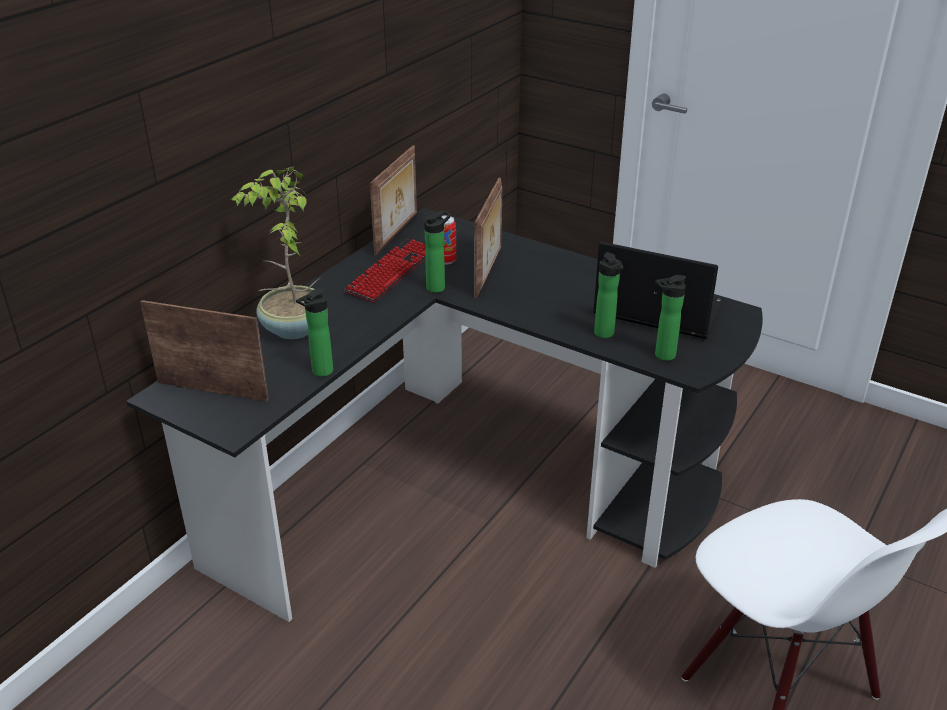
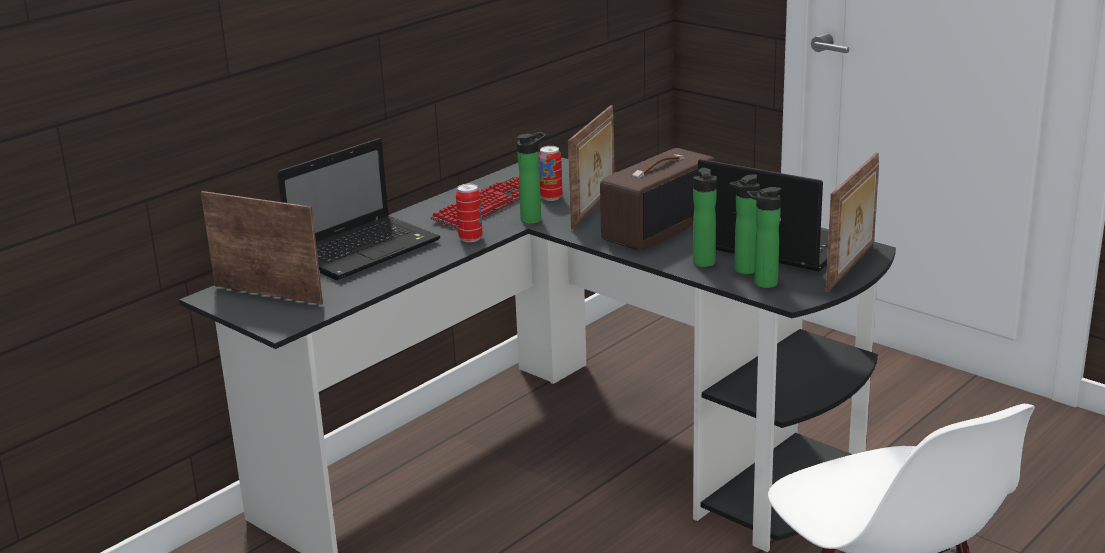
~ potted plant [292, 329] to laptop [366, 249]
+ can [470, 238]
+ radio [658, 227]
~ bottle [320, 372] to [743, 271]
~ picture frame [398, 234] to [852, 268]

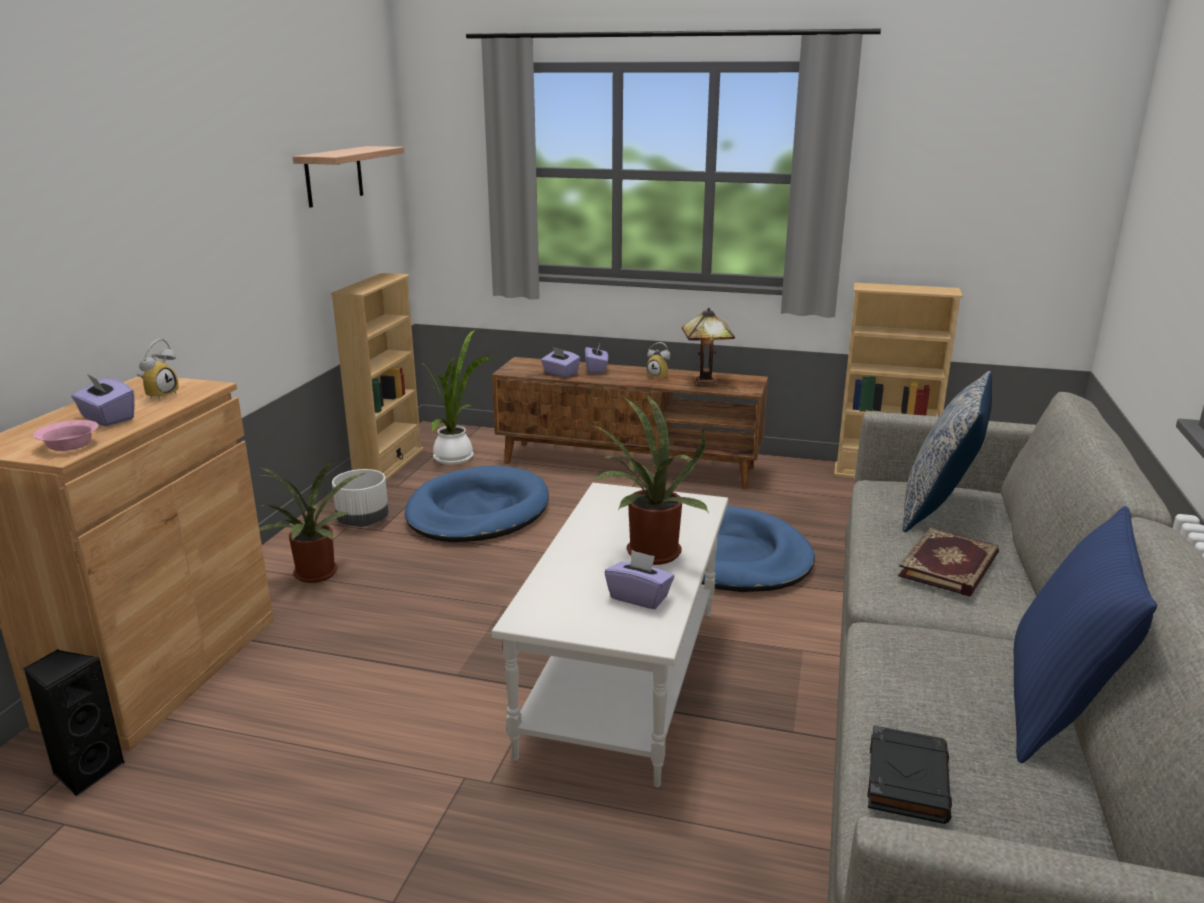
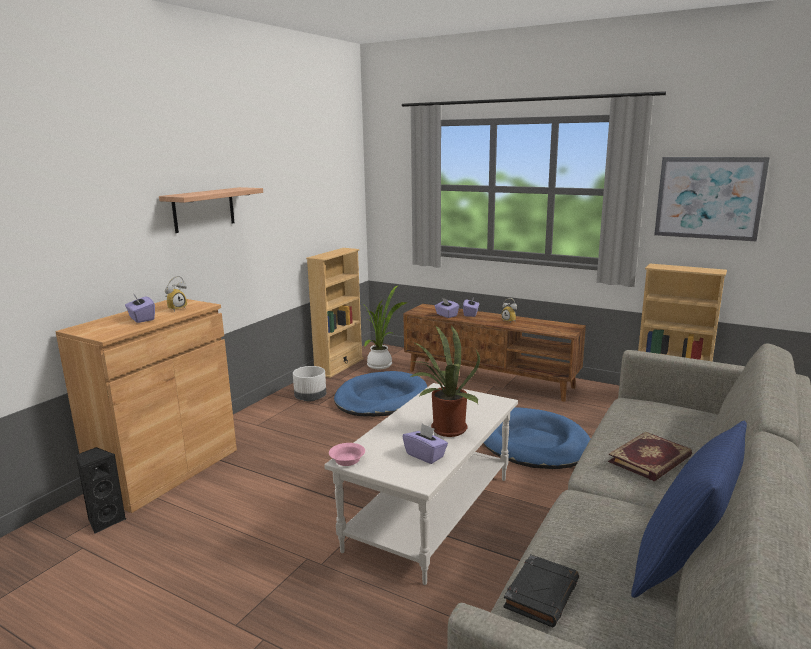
~ shelf [334, 176] to [204, 209]
~ bowl/pink [68, 445] to [346, 460]
+ picture [708, 198]
- potted plant [316, 576]
- table lamp [707, 383]
- pillow [939, 508]

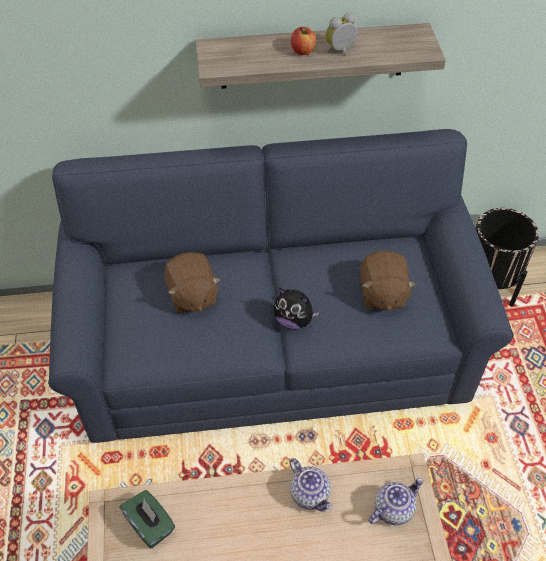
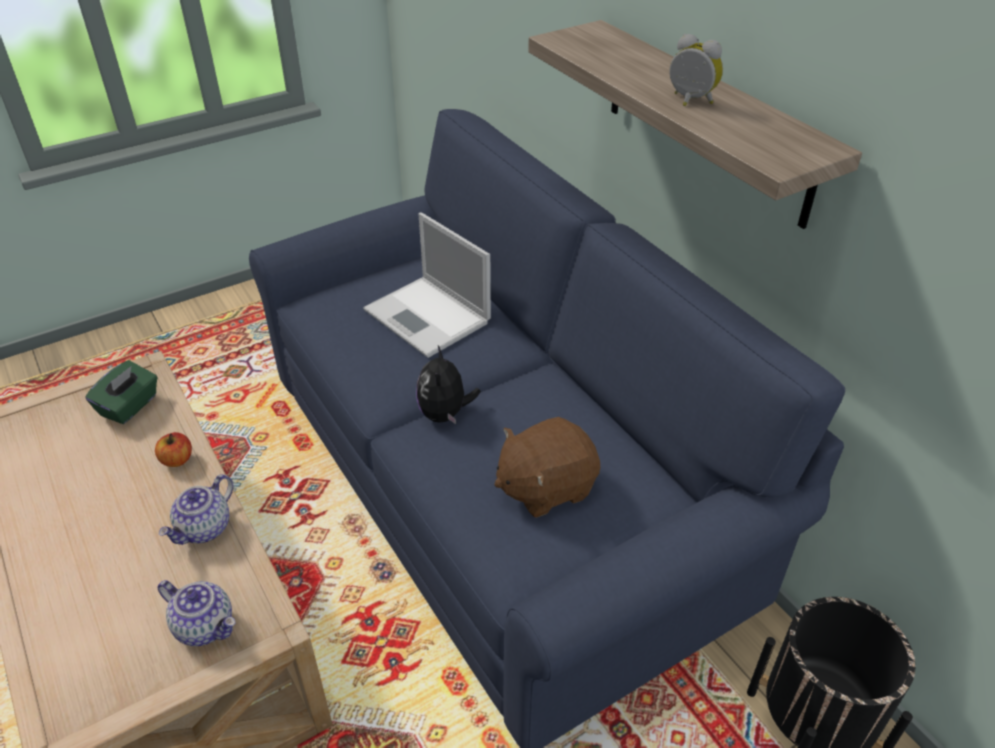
~ apple [303, 51] to [177, 460]
~ plush toy/brown [192, 296] to laptop [429, 317]

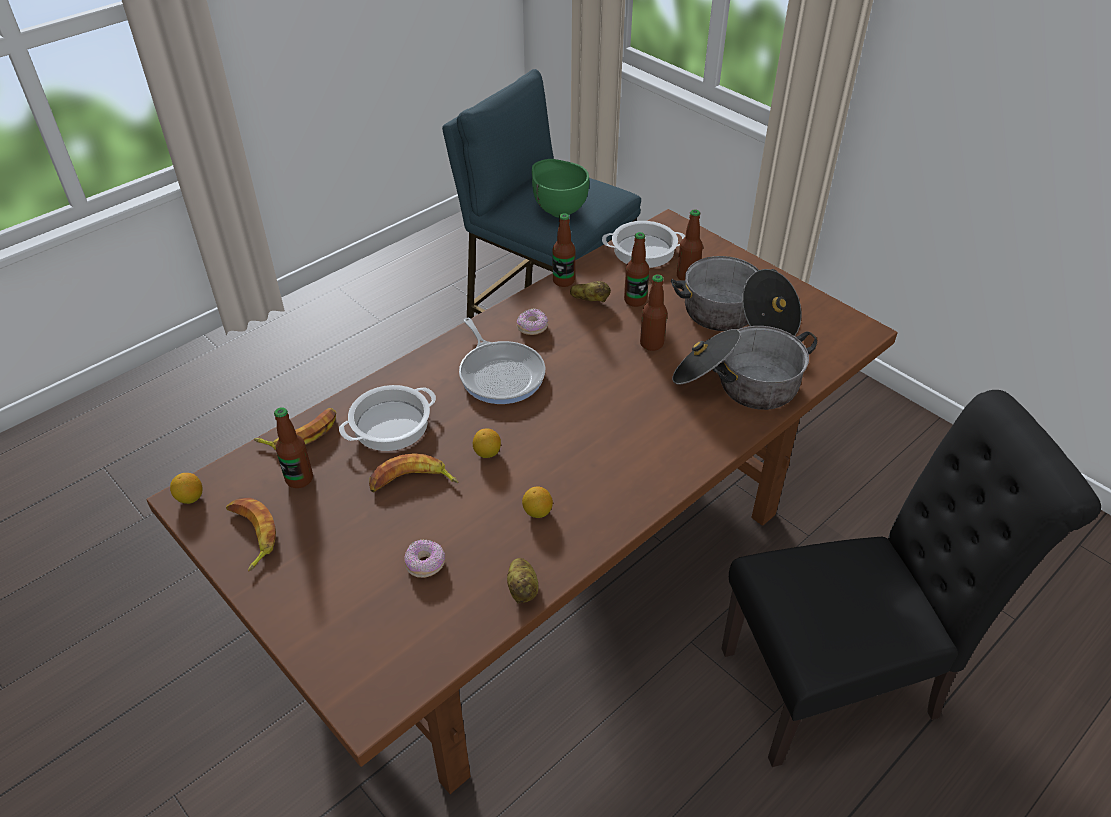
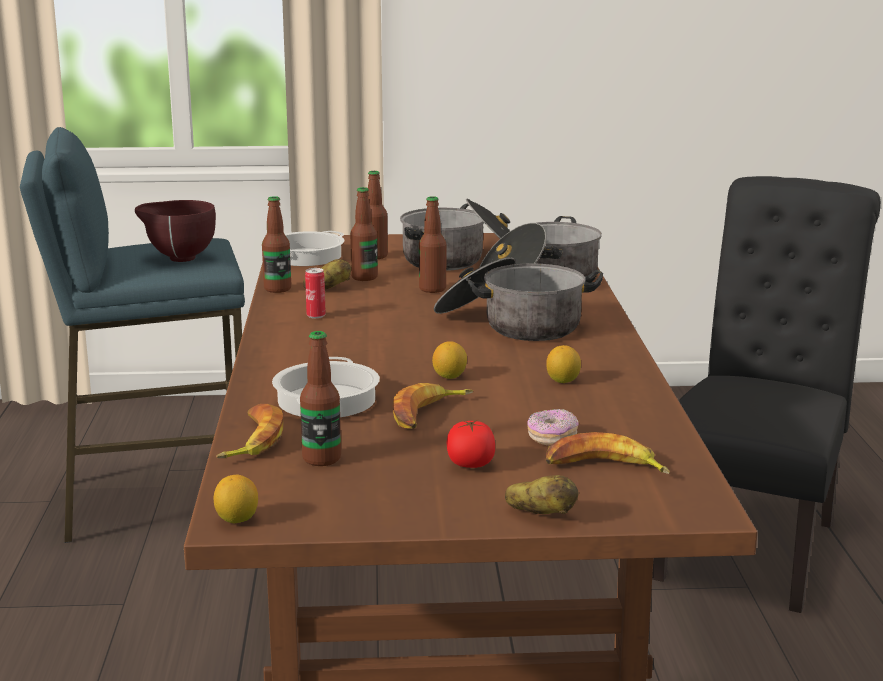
~ bowl/green [558, 211] to bowl/brown [178, 258]
~ donut [532, 328] to can [316, 316]
+ cooking pot [512, 324]
+ tomato [470, 464]
~ potato [523, 589] to [541, 514]
~ banana [251, 535] to [604, 467]
- frying pan [500, 374]

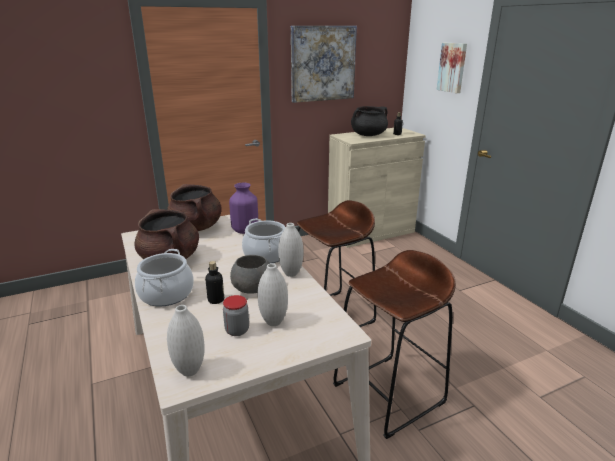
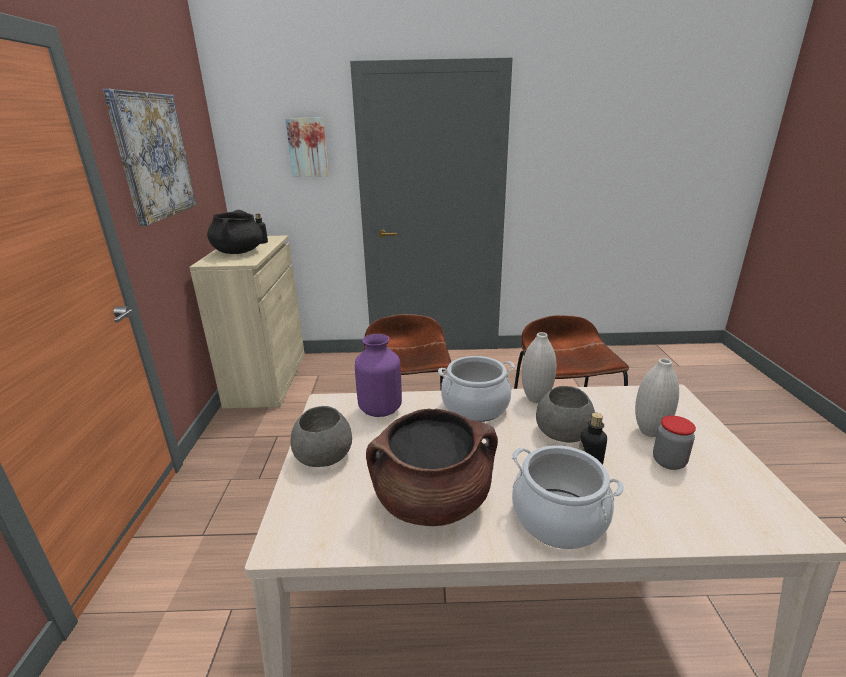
~ cooking pot/brown [196, 227] to bowl/grey [323, 455]
- vase/white [189, 370]

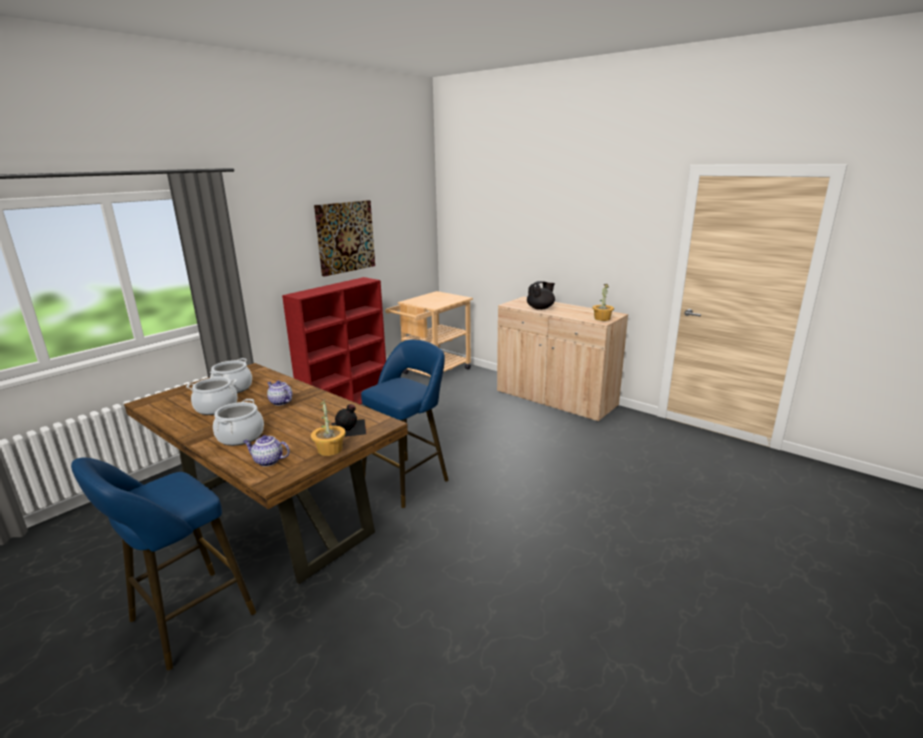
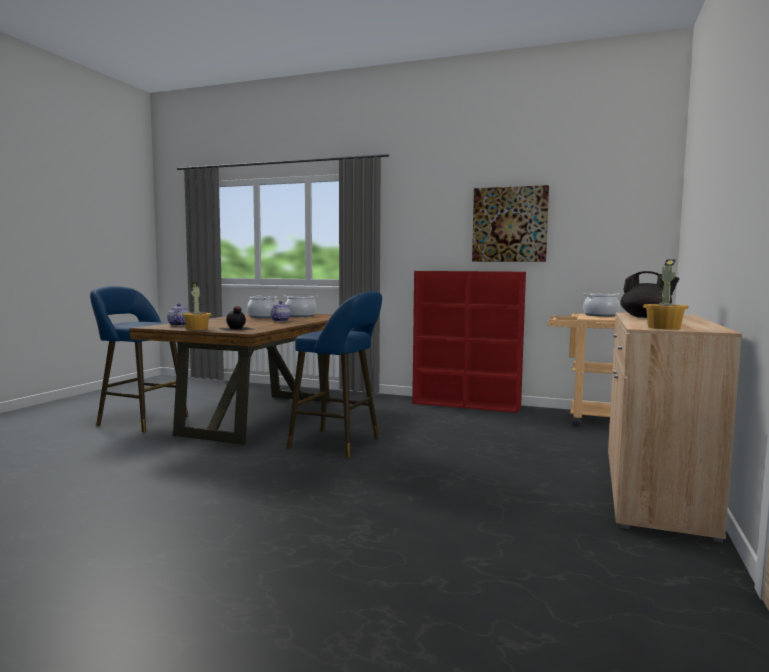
~ cooking pot [240, 436] to [600, 315]

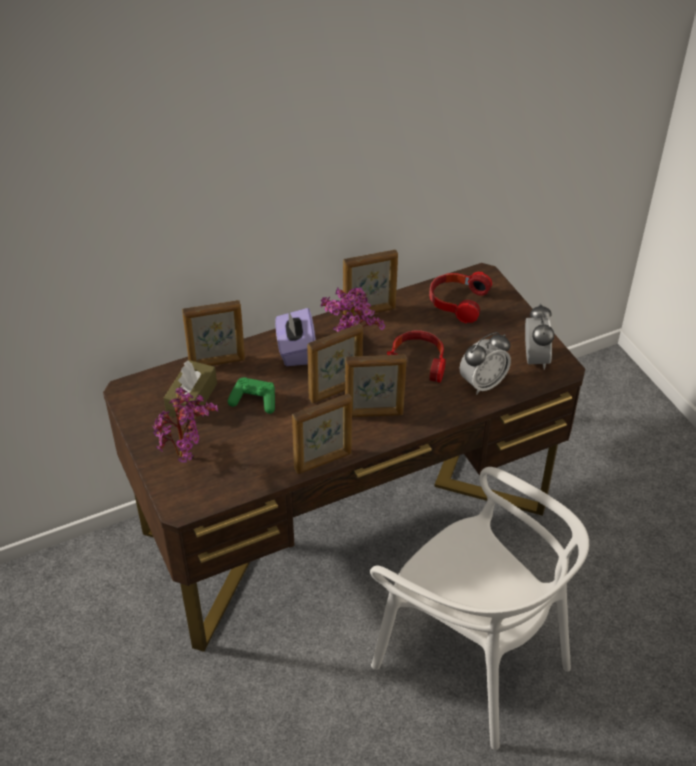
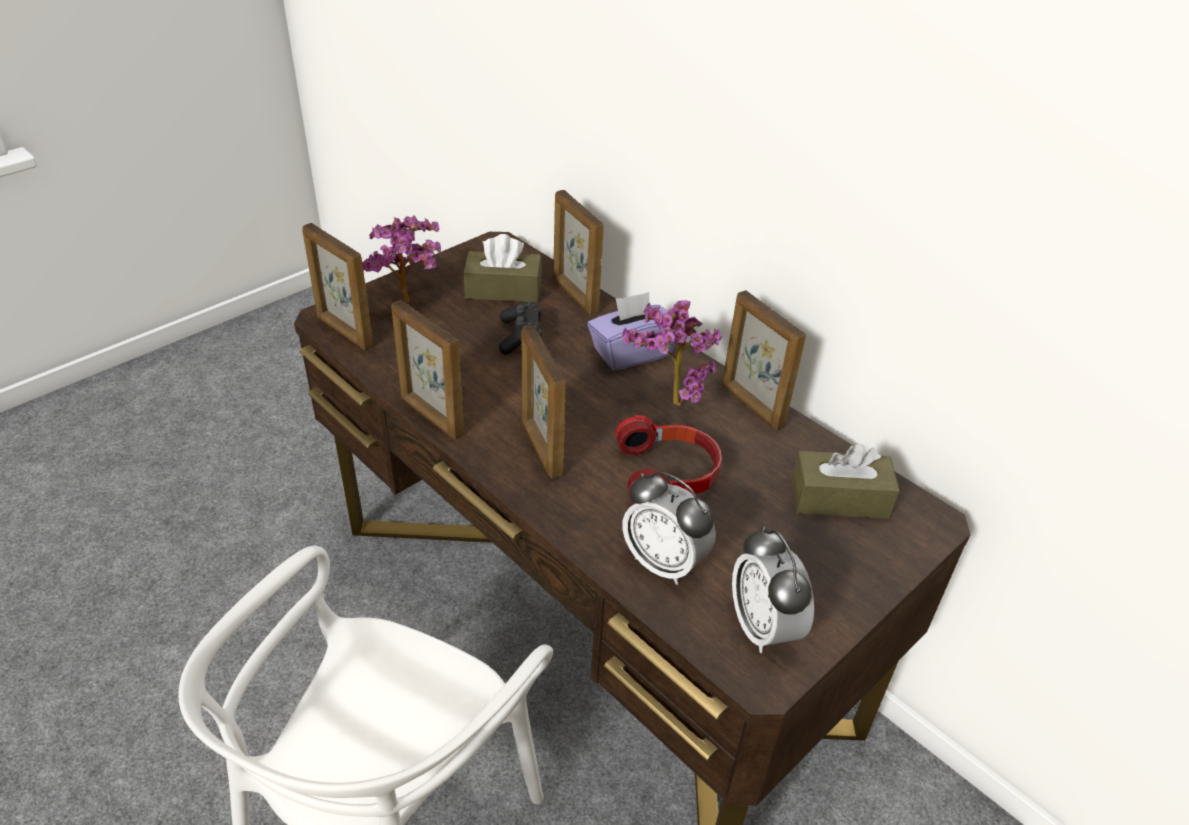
~ picture frame [336, 391] to [344, 332]
~ game controller/green [254, 401] to game controller/black [520, 337]
~ alarm clock [535, 359] = [763, 628] 90 degrees clockwise
~ headphones [457, 302] to tissue box/brown [839, 498]

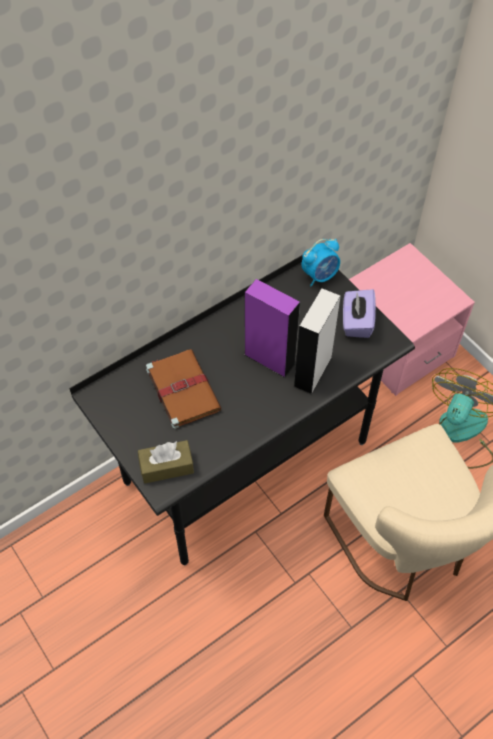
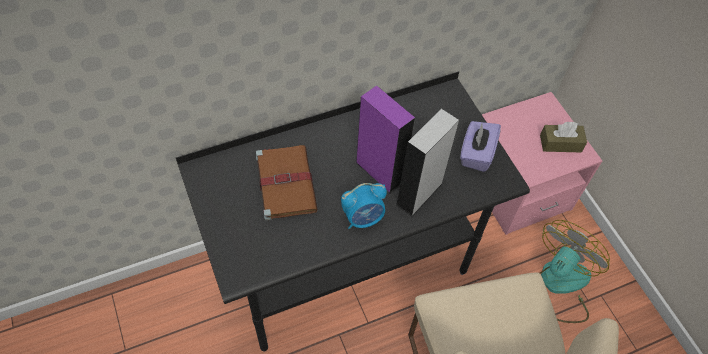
~ alarm clock [320, 276] to [363, 218]
~ tissue box/brown [166, 466] to [560, 143]

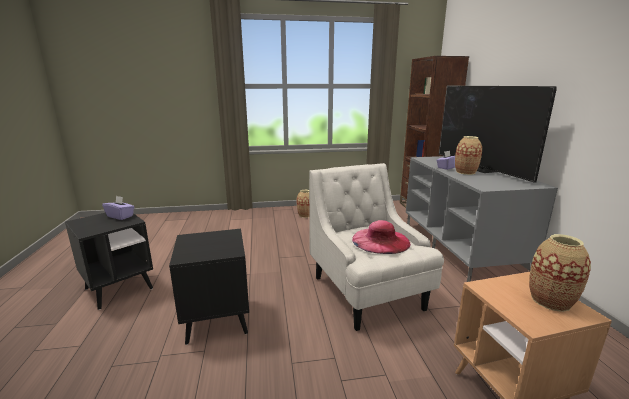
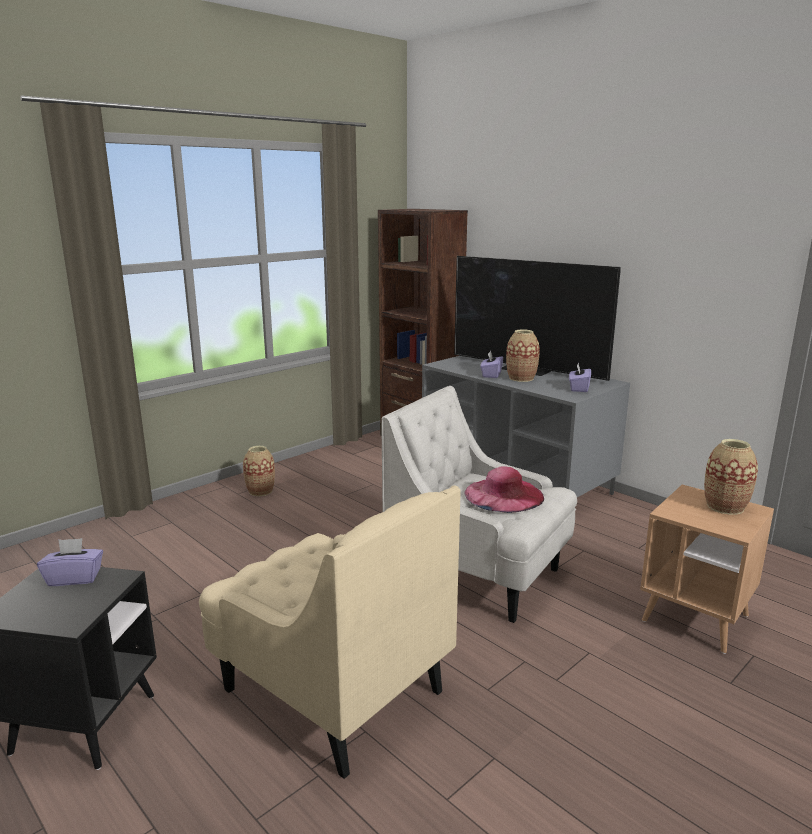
~ side table/black [217, 320] to armchair/beige [331, 689]
+ tissue box/purple [578, 388]

